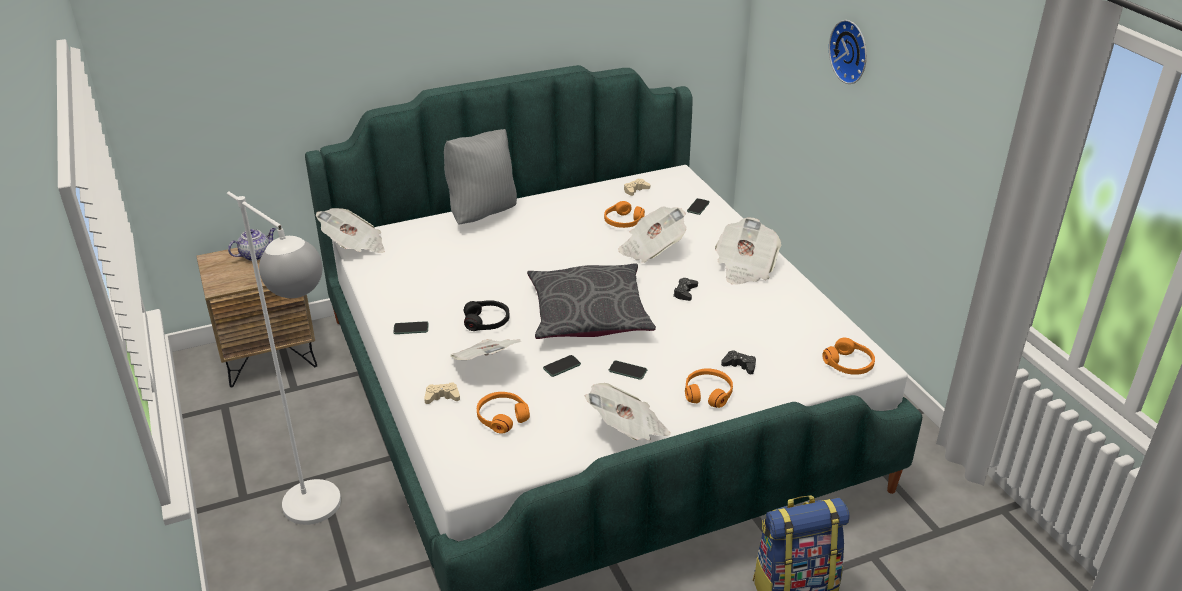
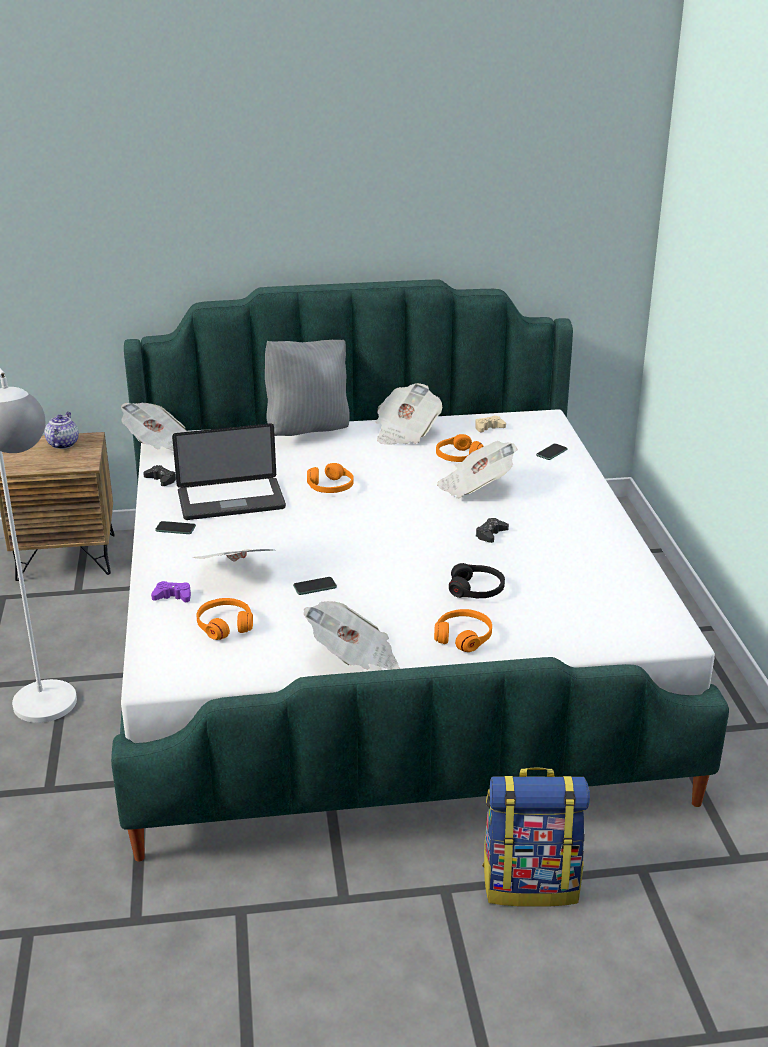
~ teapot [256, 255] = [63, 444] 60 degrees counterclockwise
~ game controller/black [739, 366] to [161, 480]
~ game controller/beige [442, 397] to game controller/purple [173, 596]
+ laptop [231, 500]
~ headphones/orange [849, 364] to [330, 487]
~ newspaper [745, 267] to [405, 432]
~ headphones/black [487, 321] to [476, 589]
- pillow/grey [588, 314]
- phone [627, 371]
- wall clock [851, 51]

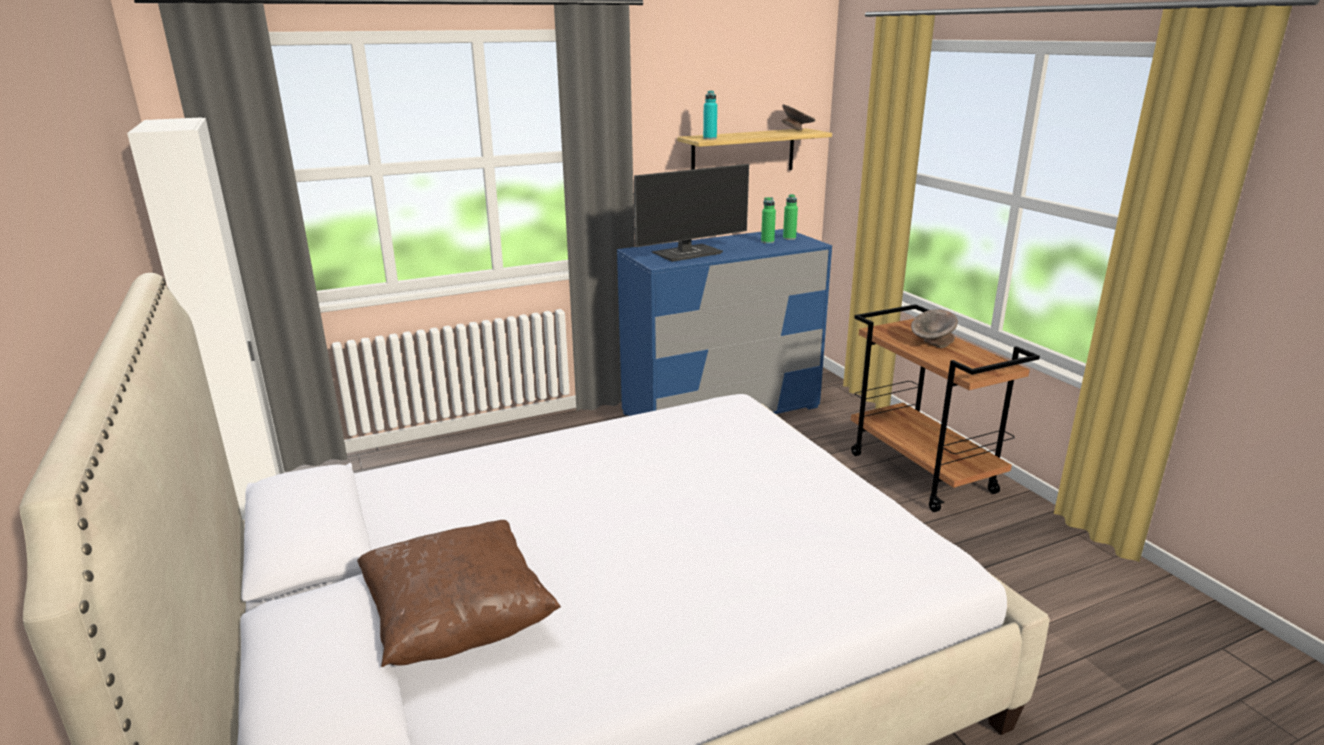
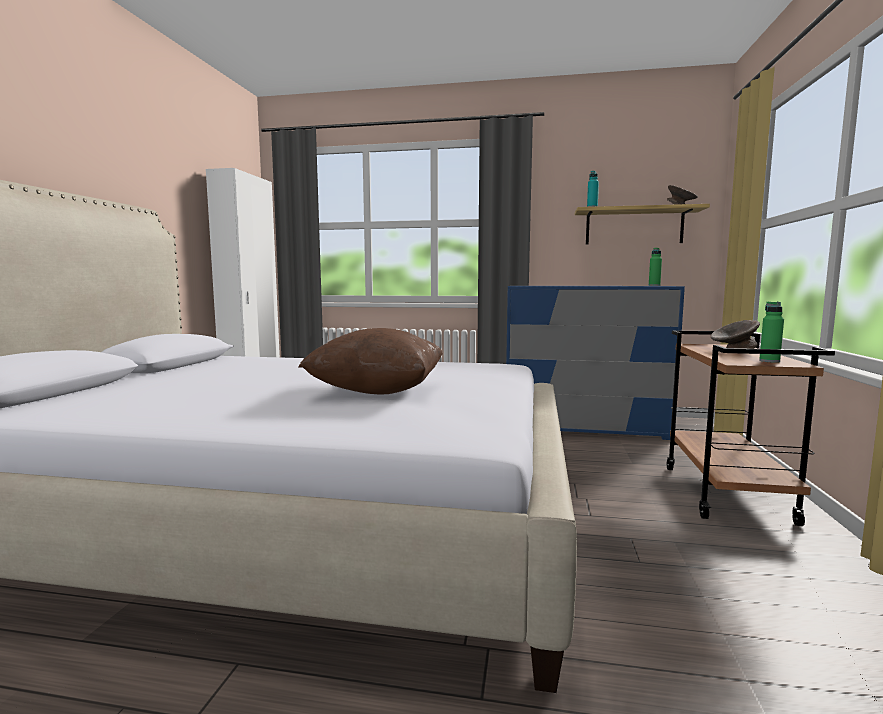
~ pillow/brown [459, 623] to [378, 391]
~ bottle/green [767, 242] to [769, 361]
- monitor [688, 253]

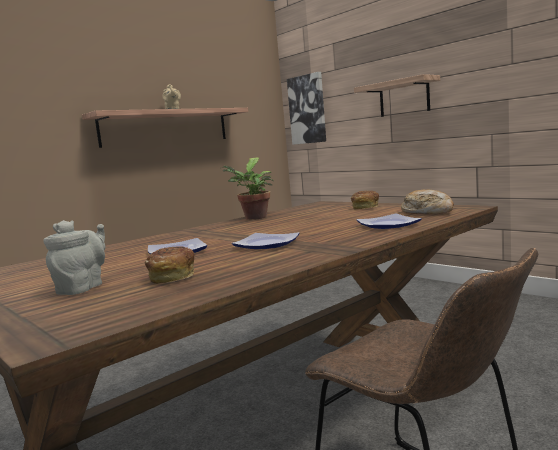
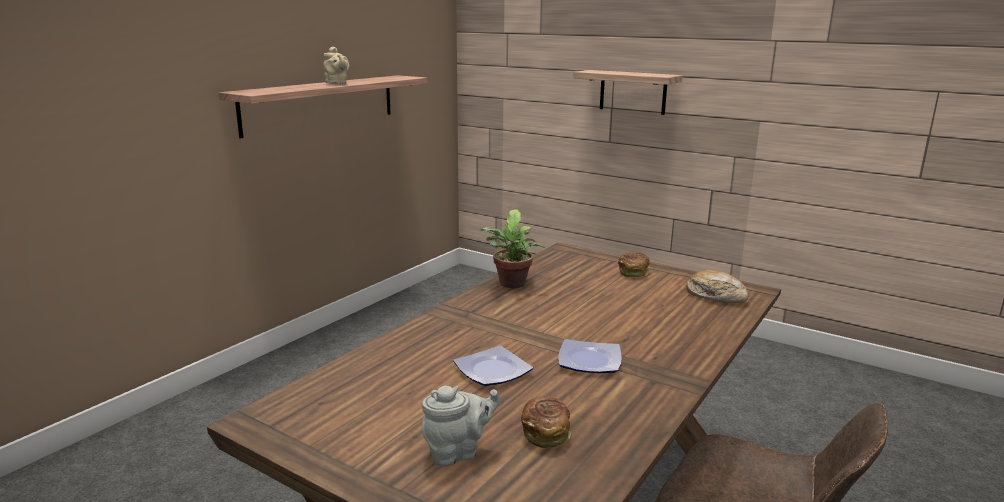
~ teapot/grey [83, 288] = [457, 452] 60 degrees clockwise
- picture [307, 109]
- plate [389, 225]

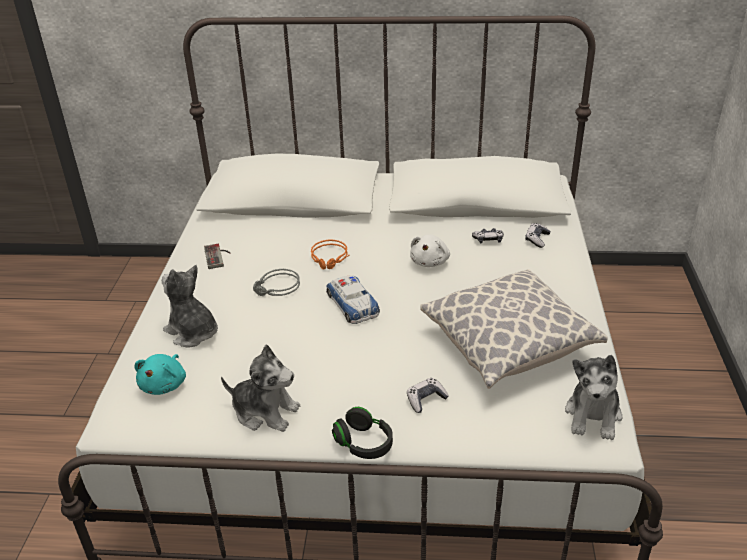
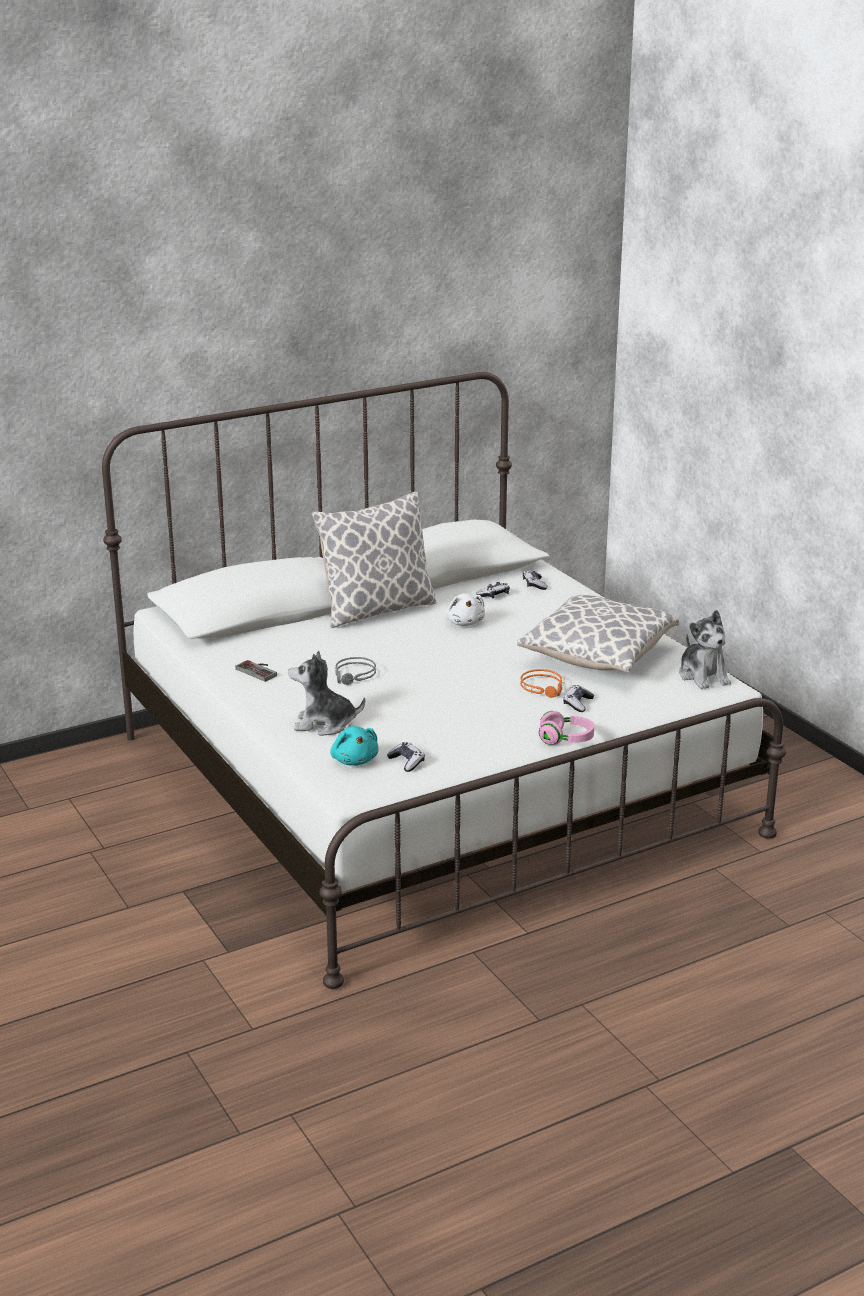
+ pillow [376, 610]
+ game controller [407, 762]
~ headphones/orange [330, 258] to [544, 688]
~ headphones/black [364, 444] to headphones/pink [566, 740]
- plush toy [265, 411]
- toy car [352, 304]

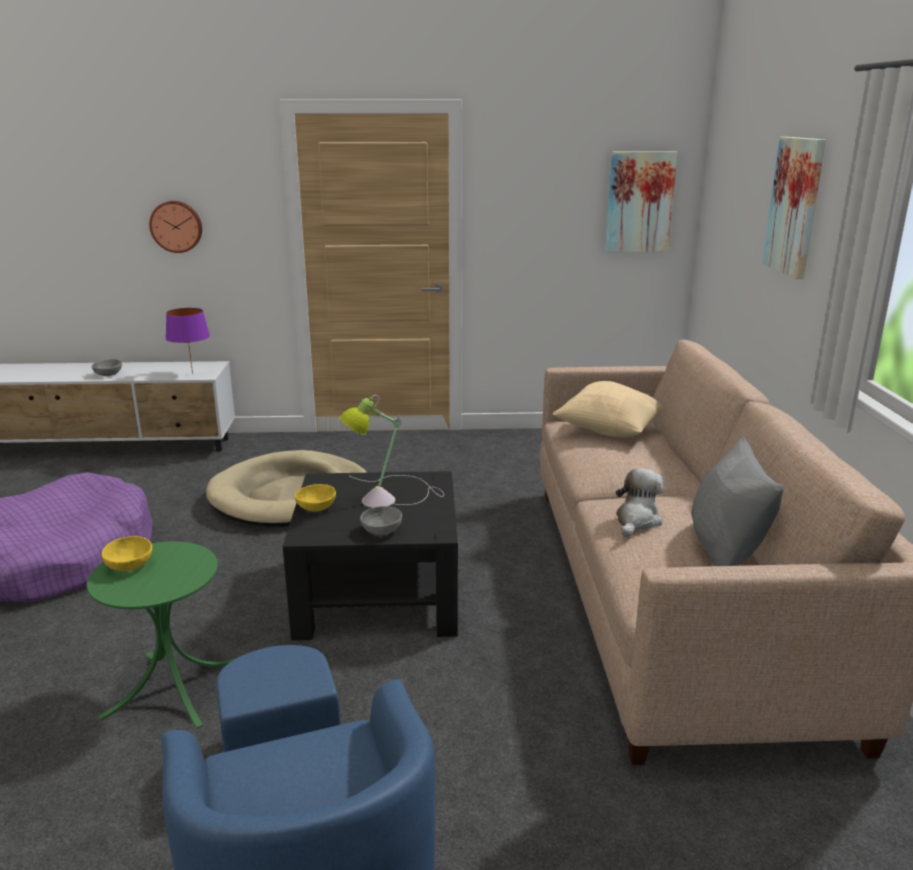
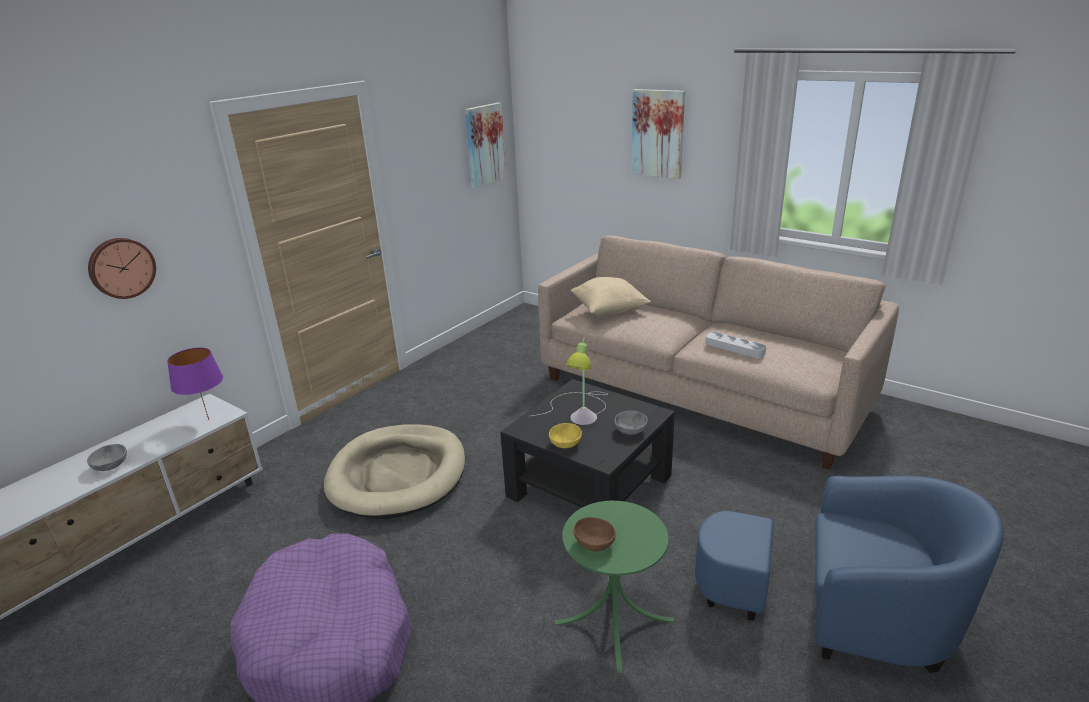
~ bowl/yellow [131, 566] to bowl/brown [595, 543]
~ plush toy [636, 521] to tray/grey [734, 348]
- pillow/grey [725, 550]

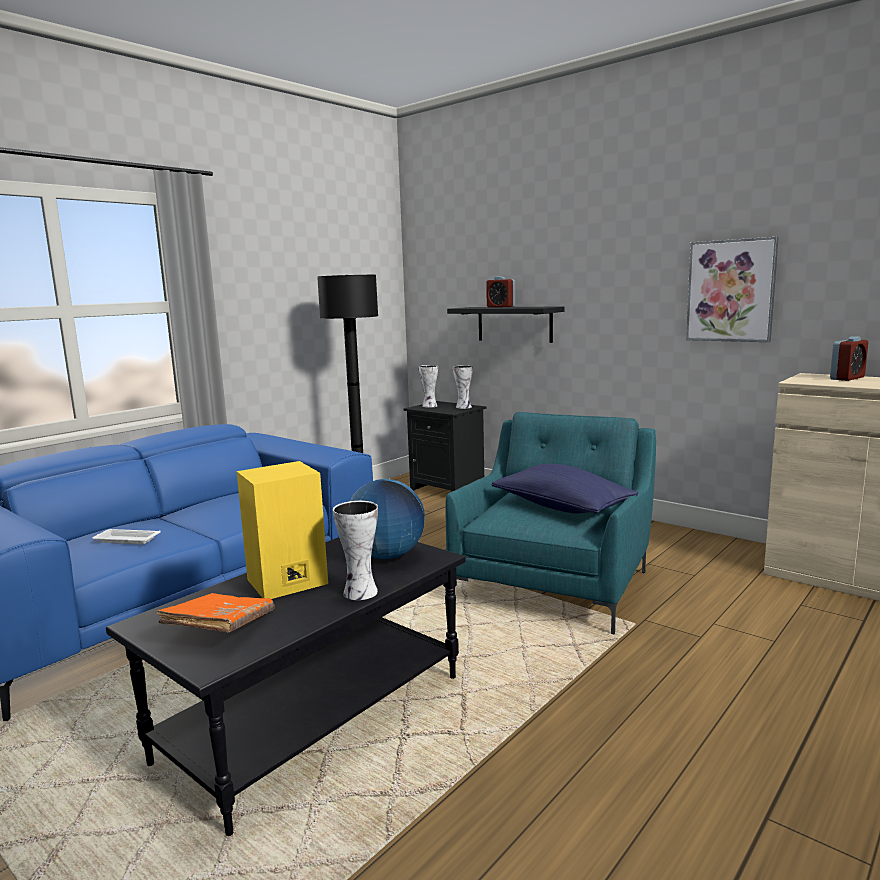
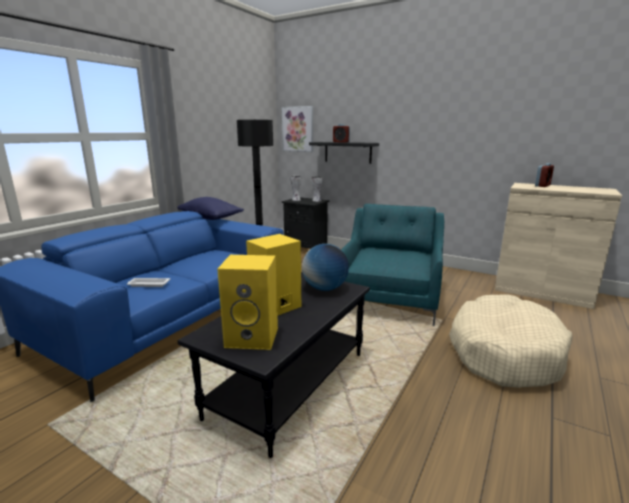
~ pillow/blue [562, 507] to [210, 218]
~ book/orange [220, 628] to speaker/yellow [253, 337]
~ picture [730, 291] to [298, 129]
+ dog bed/beige [504, 352]
- vase [358, 592]

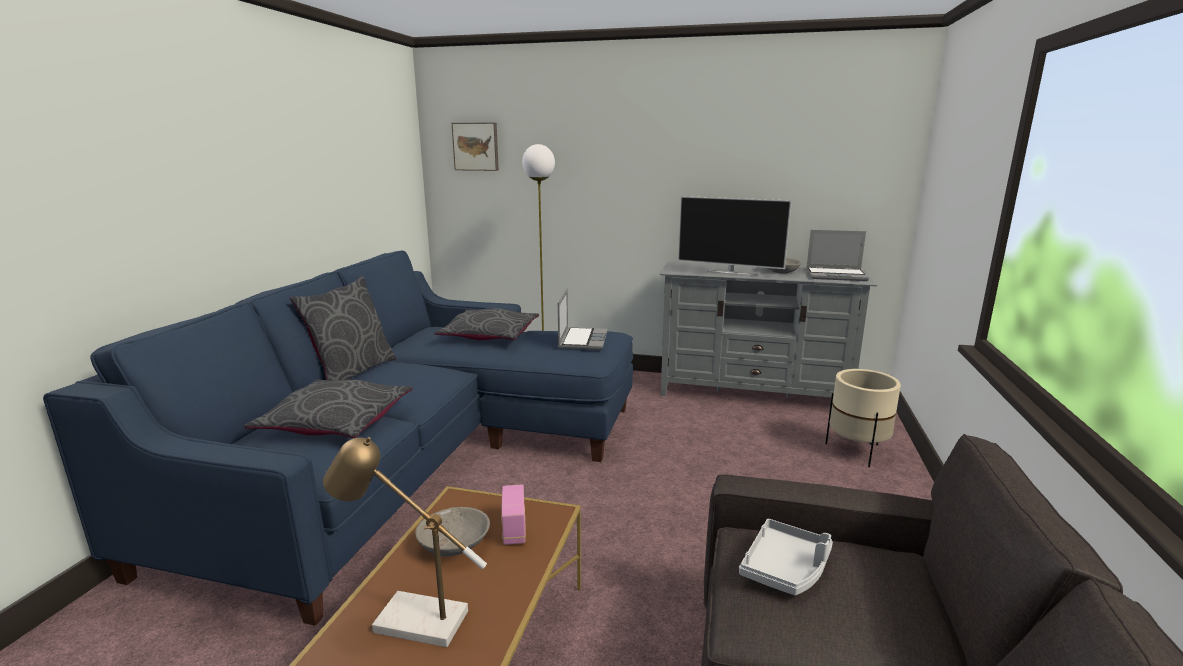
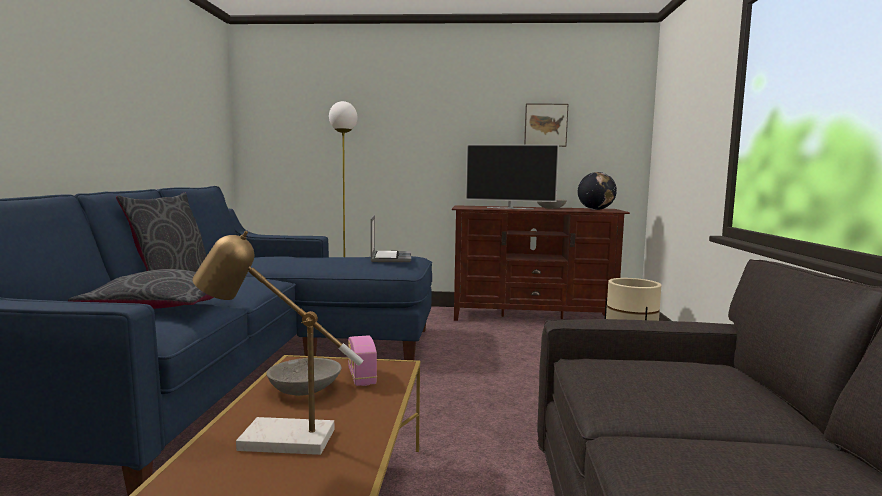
~ tv stand/grey [753, 394] to tv stand/brown [532, 317]
~ picture [476, 146] to [545, 125]
~ laptop [836, 275] to globe [596, 209]
- pillow/grey [489, 335]
- tray/grey [785, 568]

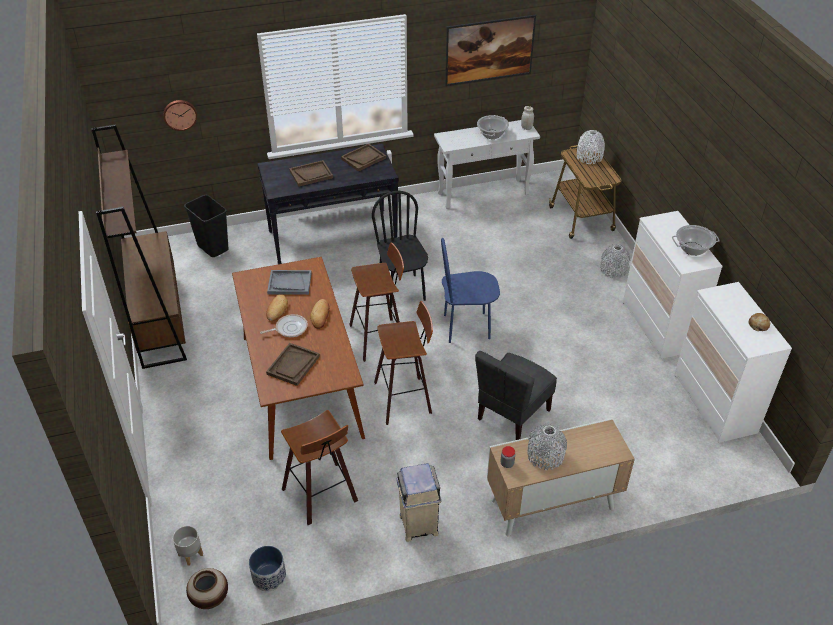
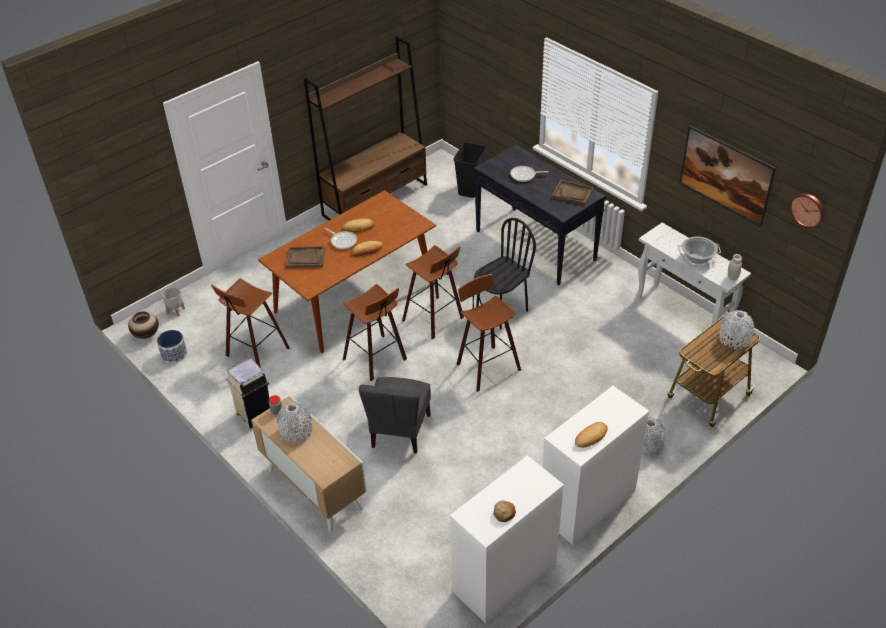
~ chair/grey [512, 414] = [399, 431] 90 degrees counterclockwise
~ chair/blue [466, 327] to stool [485, 366]
~ tray/brown [311, 174] to frying pan [524, 175]
~ cooking pot [692, 249] to bread [591, 437]
~ wall clock [180, 114] to [808, 209]
- tray/grey [289, 283]

